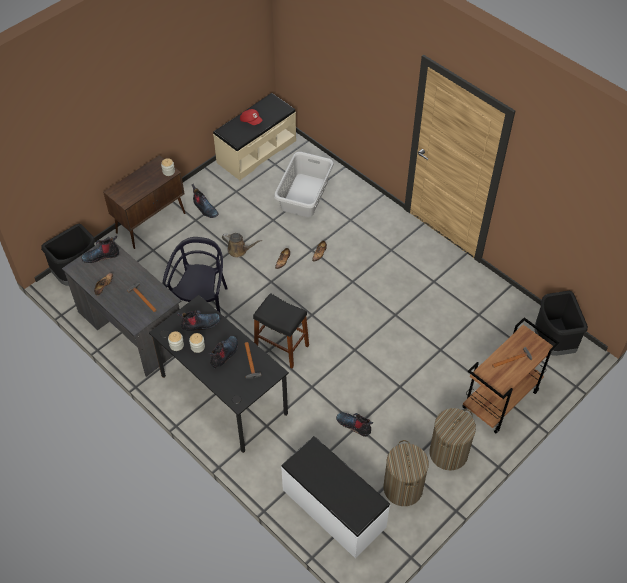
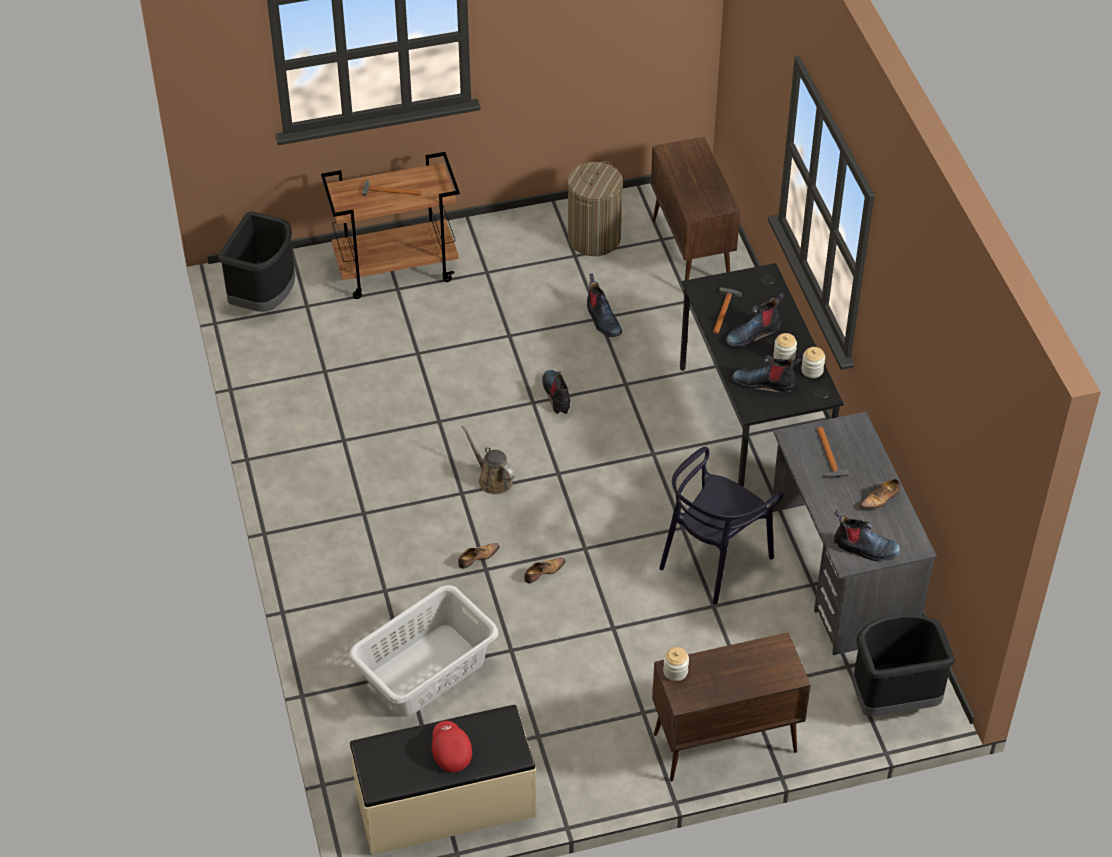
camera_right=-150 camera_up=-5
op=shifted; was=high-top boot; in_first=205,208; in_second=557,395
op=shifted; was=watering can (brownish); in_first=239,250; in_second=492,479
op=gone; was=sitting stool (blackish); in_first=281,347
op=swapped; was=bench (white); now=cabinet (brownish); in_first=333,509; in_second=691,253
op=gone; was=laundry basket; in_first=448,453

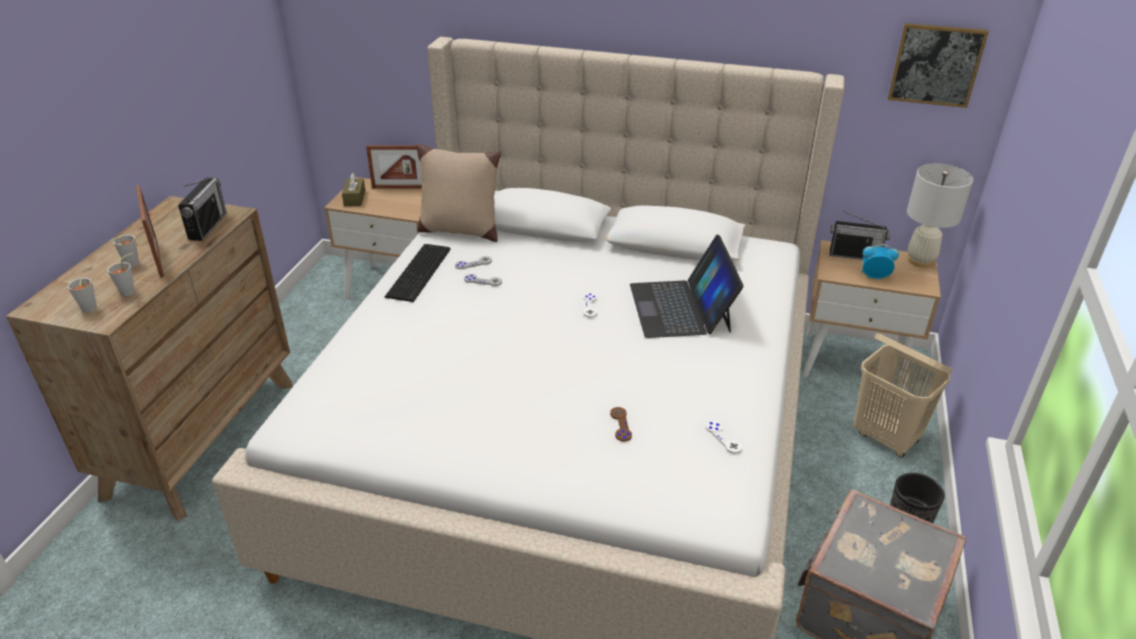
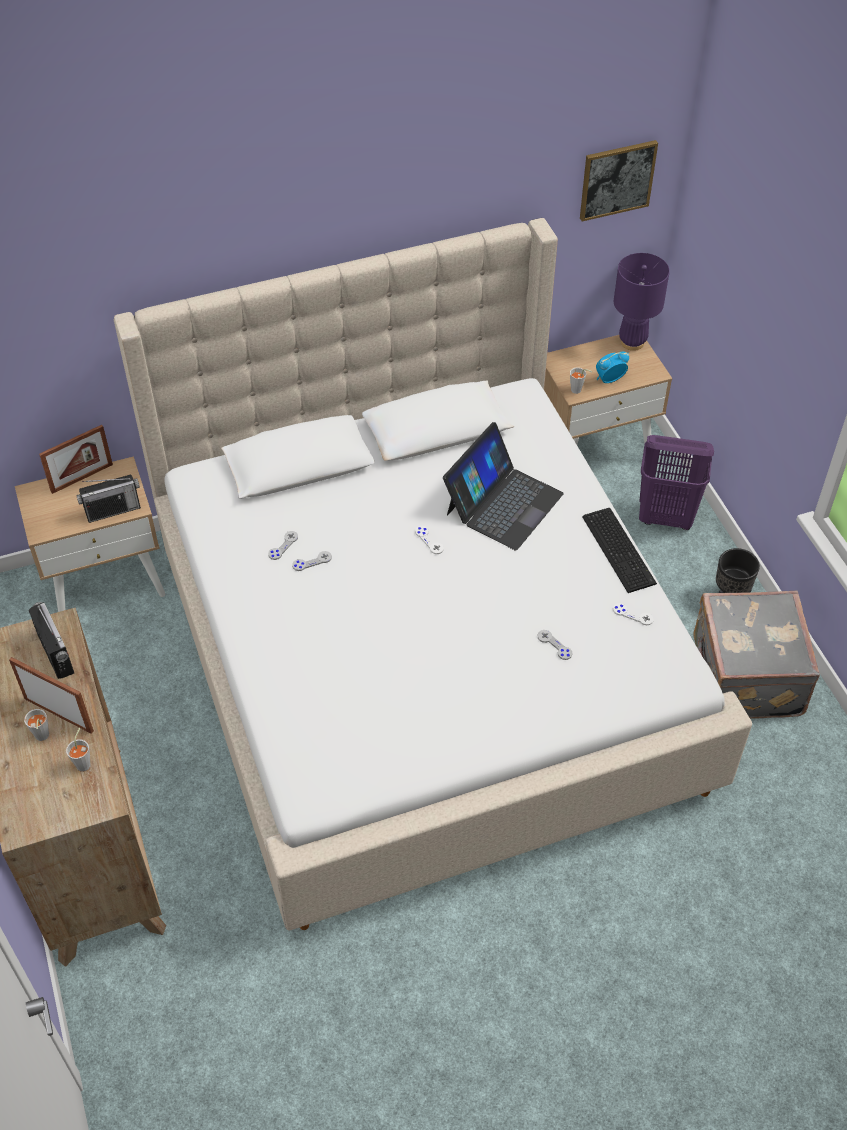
camera_right=-35 camera_up=15
op=shifted; was=cup (greyish); in_first=89,310; in_second=578,391
op=gone; was=tissue holder (brownish); in_first=354,198
op=shifted; was=computer keyboard; in_first=421,272; in_second=619,548
op=gone; was=pillow (sand-coloured); in_first=459,230
op=repainted; was=joypad (brownish); now=joypad (greyish); in_first=620,425; in_second=554,645
op=rotated; was=laptop; in_first=681,308; in_second=503,503; clockwise=-105
op=shifted; was=radio; in_first=854,255; in_second=113,511
op=repainted; was=laundry basket (sand-coloured); now=laundry basket (purple); in_first=886,438; in_second=666,517
op=repainted; was=lamp for a table (white); now=lamp for a table (purple); in_first=920,261; in_second=632,342

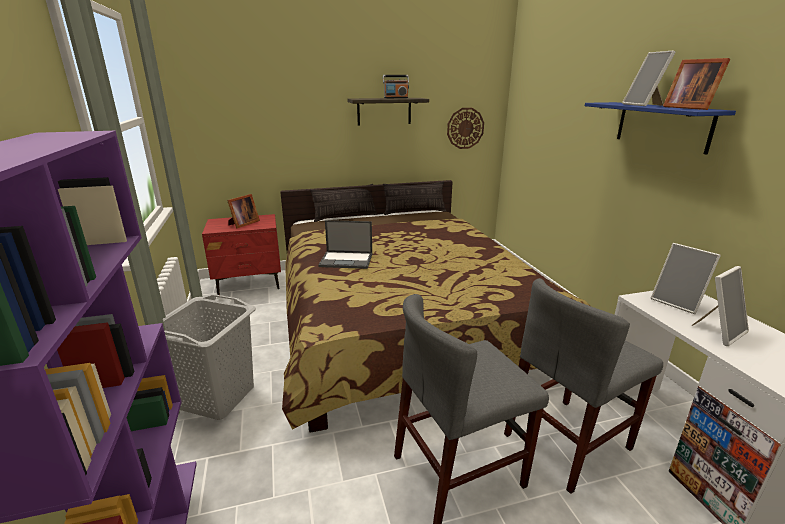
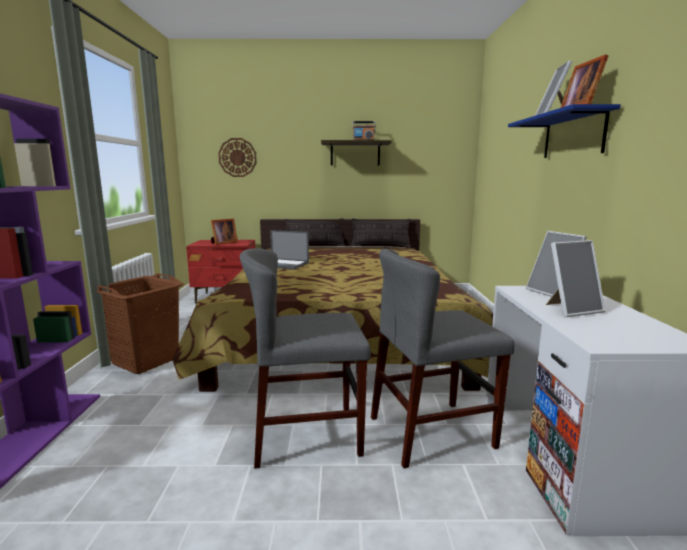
camera_right=15 camera_up=-10
op=repainted; was=laundry basket (greyish); now=laundry basket (brownish); in_first=216,397; in_second=145,361
op=shifted; was=clock on the wall; in_first=465,128; in_second=237,157

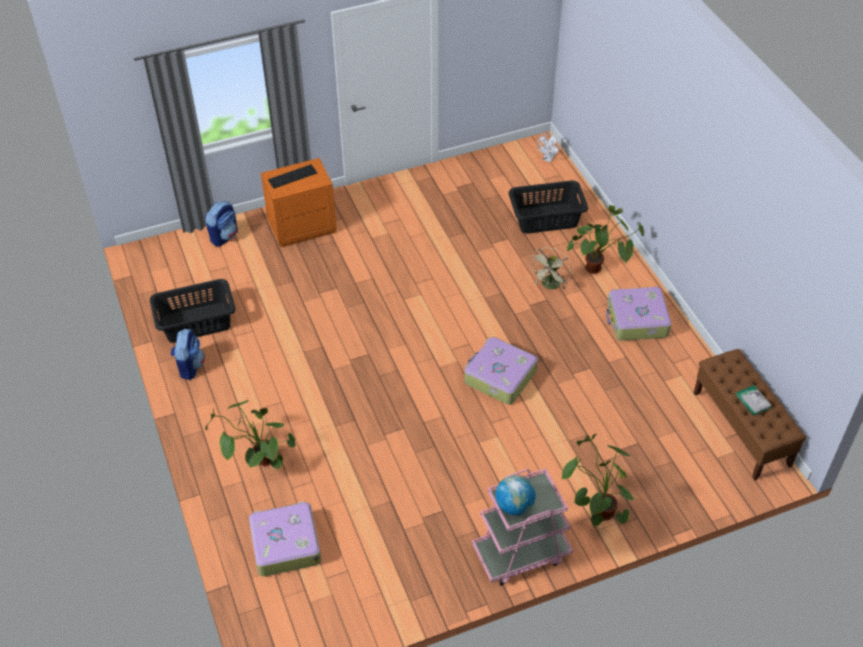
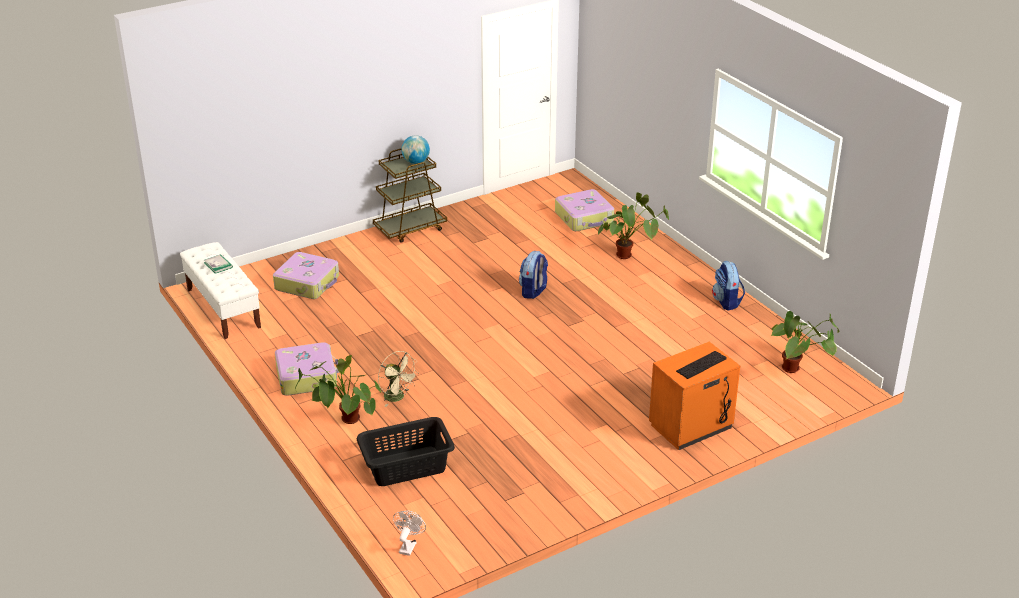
camera_right=170 camera_up=-15
op=gone; was=laundry basket (blackish); in_first=196,322
op=shifted; was=backpack; in_first=224,236; in_second=533,291
op=shifted; was=travel case; in_first=499,377; in_second=308,283
op=repainted; was=trolley (pink); now=trolley (brownish); in_first=521,553; in_second=410,228
op=rotated; was=cooling fan (sand-coloured); in_first=550,286; in_second=398,397; clockwise=120
op=shifted; was=potted plant; in_first=596,507; in_second=798,371
op=repainted; was=bench (brownish); now=bench (white); in_first=741,429; in_second=223,308

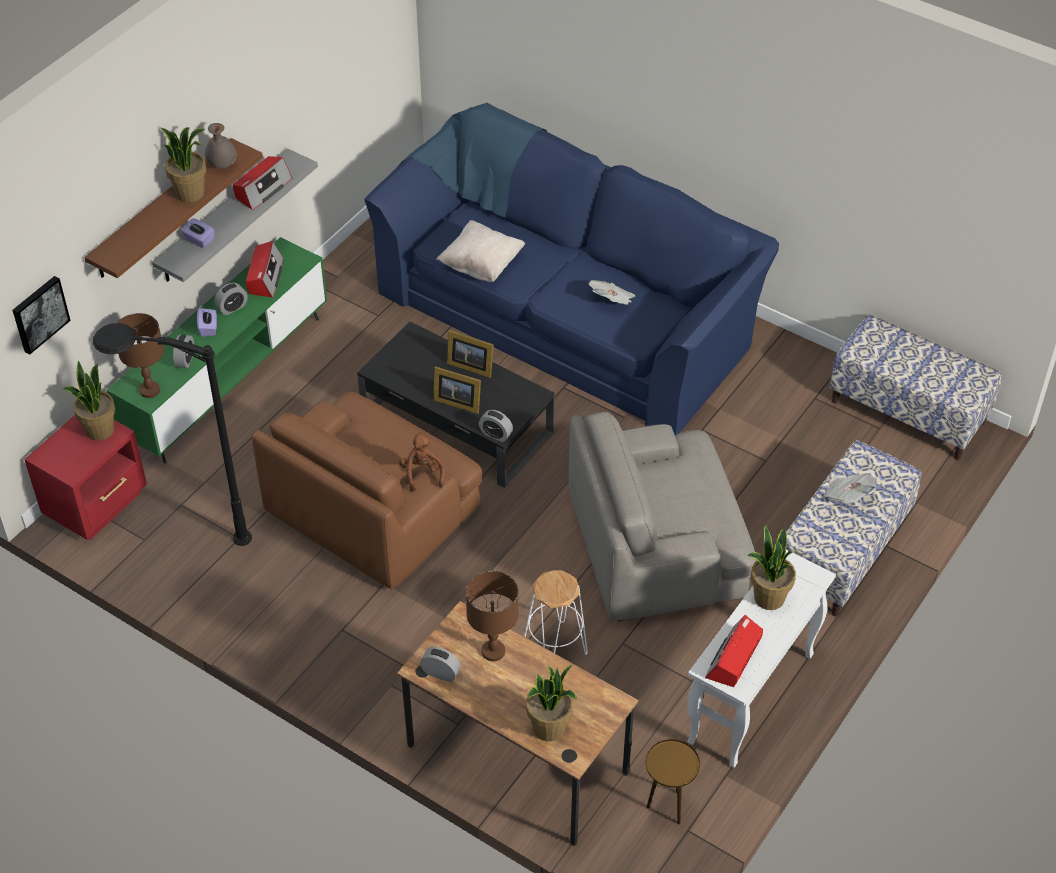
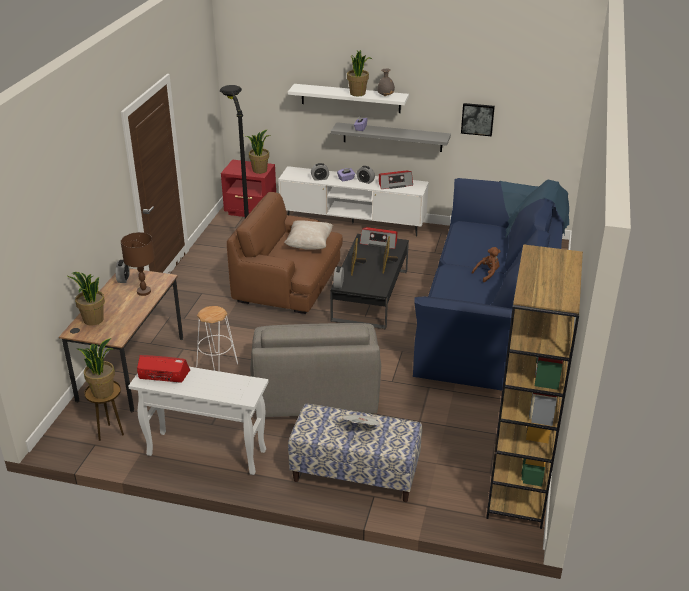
camera_right=70 camera_up=-15
op=shifted; was=picture; in_first=39,313; in_second=477,119
op=repainted; was=shelf (brownish); now=shelf (white); in_first=162,210; in_second=350,98
op=repainted; was=tv stand (greenish); now=tv stand (white); in_first=229,381; in_second=352,223
op=gone; was=lamp for a table (brownish); in_first=149,390
op=shifted; was=radio; in_first=262,189; in_second=379,242
op=shifted; was=cuddly toy (brownish); in_first=422,474; in_second=487,274
op=shifted; was=pillow (sand-coloured); in_first=481,265; in_second=309,244
op=rotated; was=armchair (greyish); in_first=657,546; in_second=315,388; clockwise=-150
op=gone; was=printed paper; in_first=612,301
op=shifted; was=potted plant; in_first=768,597; in_second=103,392
op=swapped; was=bench; now=bookcase (brownish); in_first=908,412; in_second=519,486

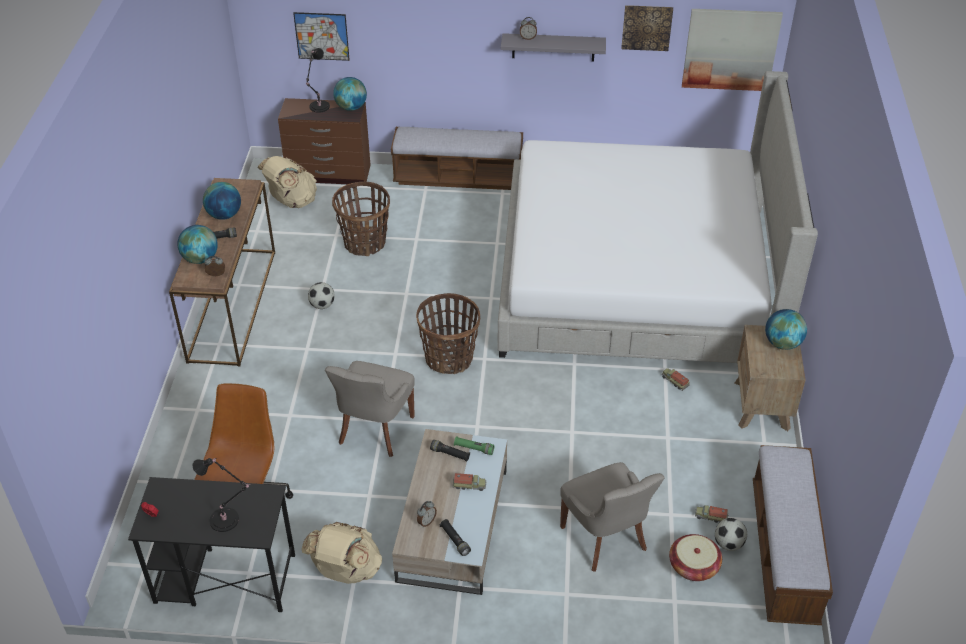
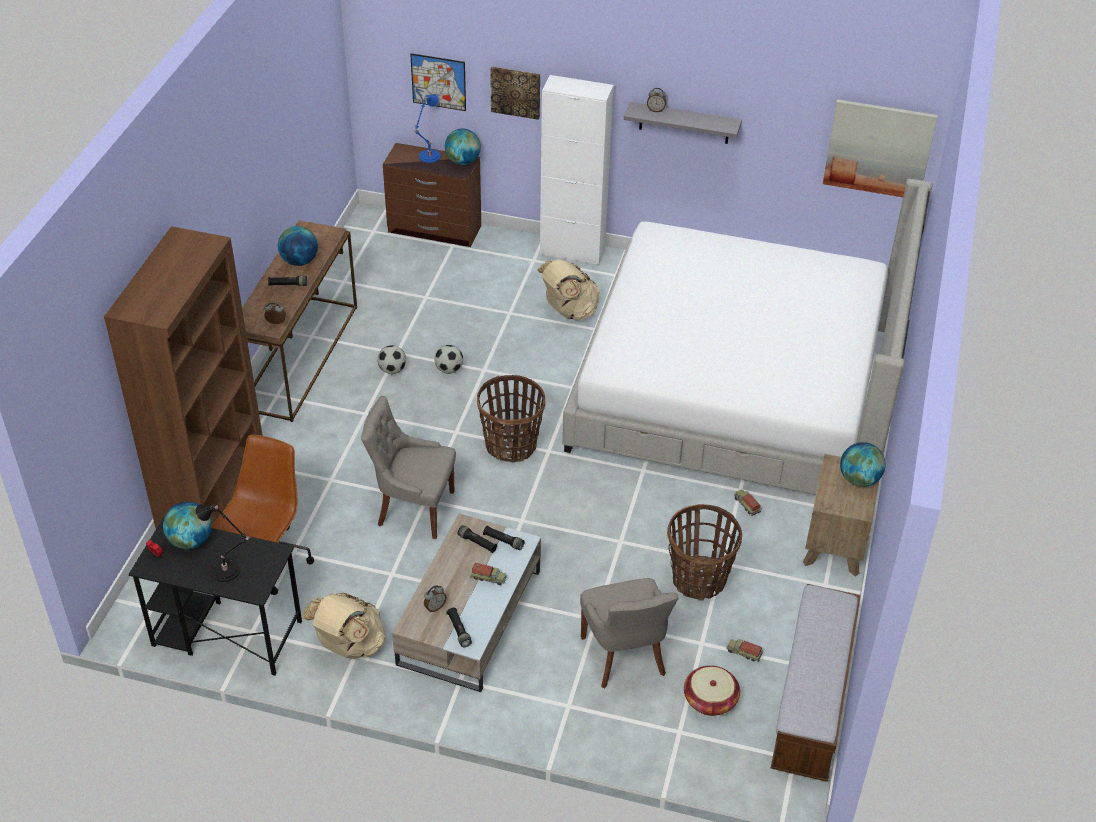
camera_right=10 camera_up=0
op=shifted; was=globe; in_first=200,259; in_second=191,541
op=shifted; was=backpack (sand-coloured); in_first=291,201; in_second=569,311
op=repainted; was=lamp for a table (blackish); now=lamp for a table (blue-coloured); in_first=318,107; in_second=428,157
op=rotated; was=chair (greyish); in_first=374,431; in_second=413,509; clockwise=75
op=shifted; was=household basket; in_first=365,243; in_second=699,579
op=swapped; was=bench; now=cabinet (white); in_first=458,178; in_second=572,252
op=repainted; was=hand torch (greenish); now=hand torch (blackish); in_first=474,449; in_second=503,541
op=shifted; was=picture; in_first=646,27; in_second=515,92
op=shifted; was=football; in_first=728,543; in_second=449,369
op=new; now=bookcase (brownish); in_second=213,494

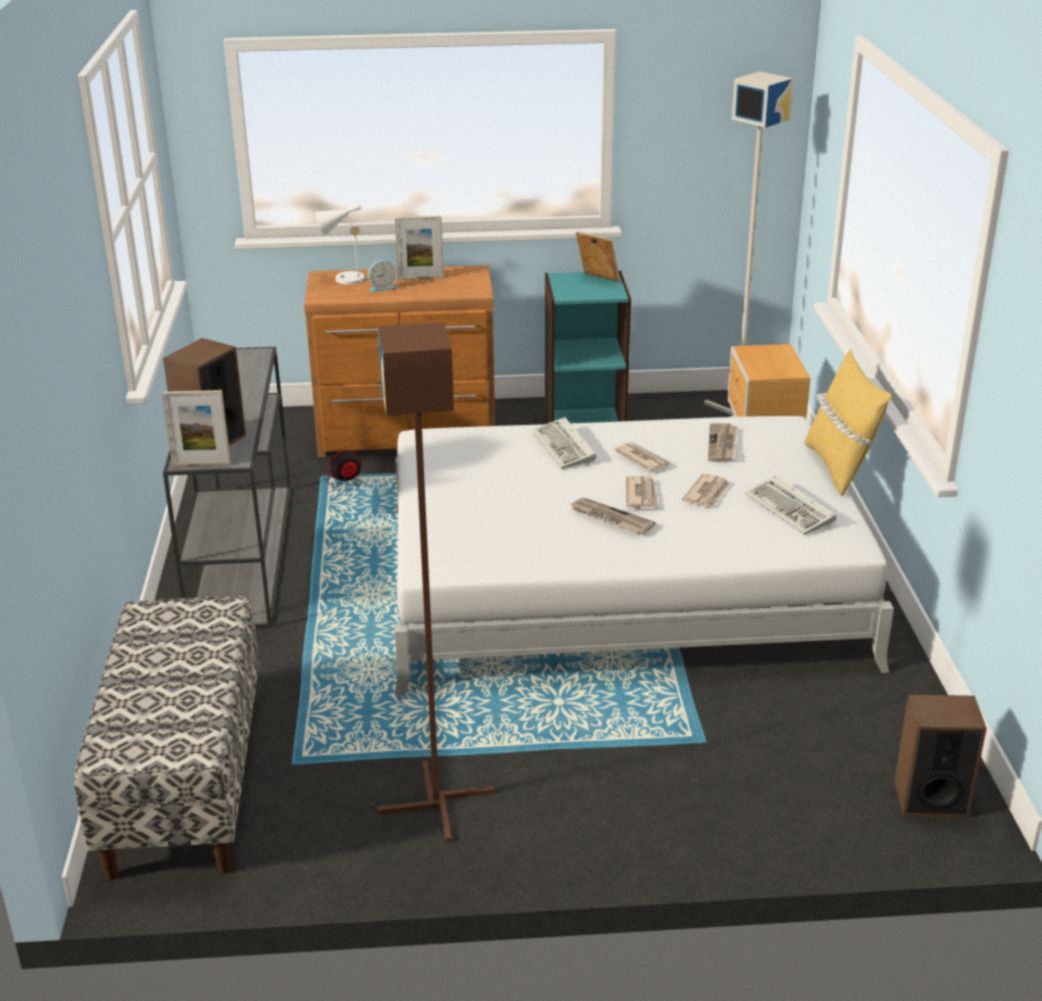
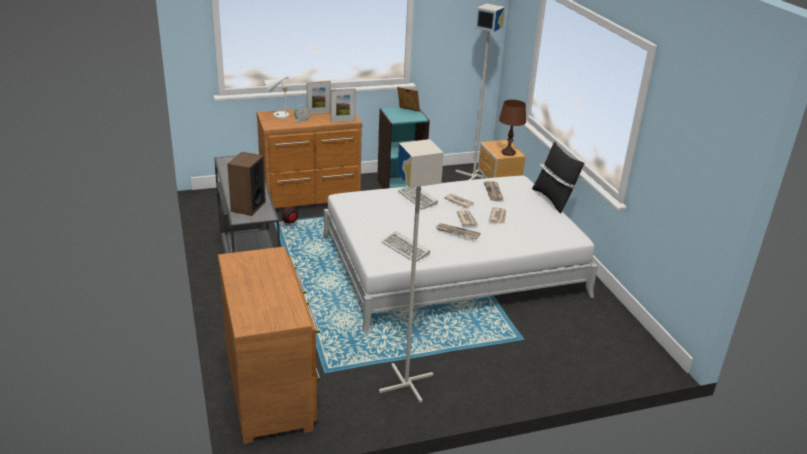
camera_right=-15 camera_up=0
op=swapped; was=bench; now=dresser (brownish); in_first=184,781; in_second=271,388
op=shifted; was=standing frame; in_first=201,464; in_second=343,121
op=repainted; was=floor lamp (brownish); now=floor lamp (greyish); in_first=437,803; in_second=407,383
op=shifted; was=computer keyboard; in_first=792,510; in_second=406,249
op=repainted; was=pillow (yellow-coloured); now=pillow (blackish); in_first=839,467; in_second=553,199
op=gone; was=loudspeaker; in_first=930,799
op=new; now=lamp for a table (brownish); in_second=508,153

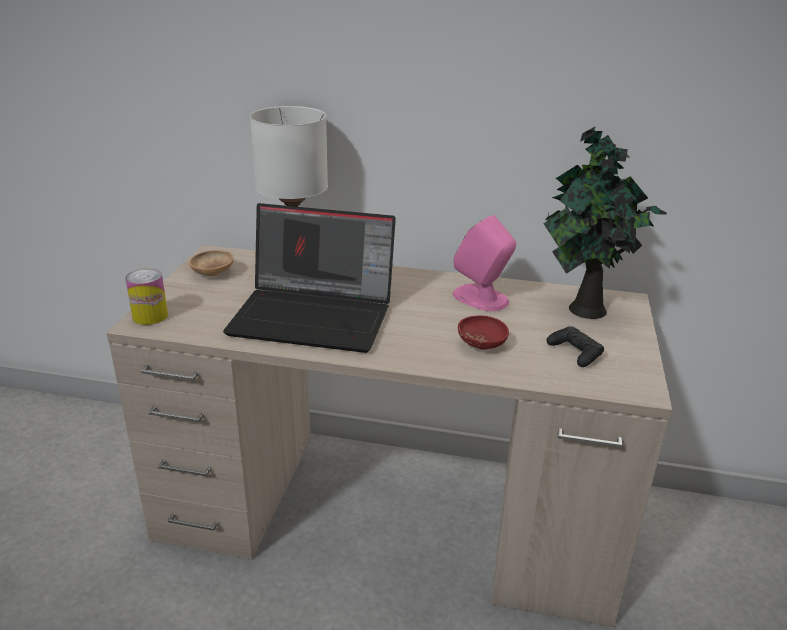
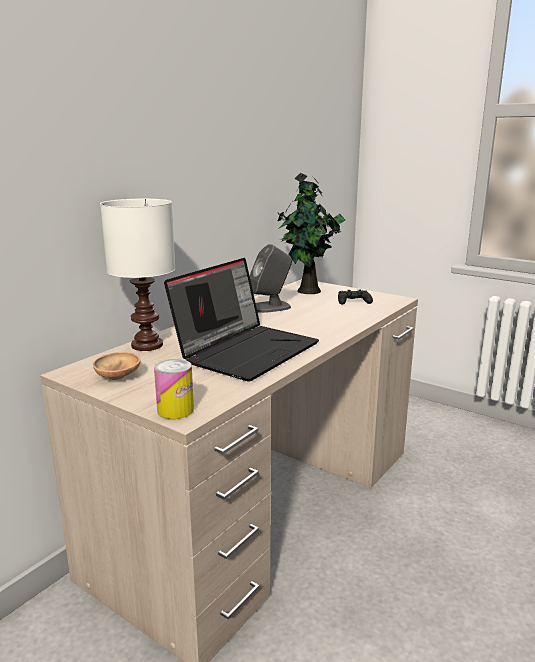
camera_right=-65 camera_up=-10
op=repainted; was=loudspeaker (pink); now=loudspeaker (greyish); in_first=481,298; in_second=270,307
op=gone; was=deep dish (red-coloured); in_first=481,344

